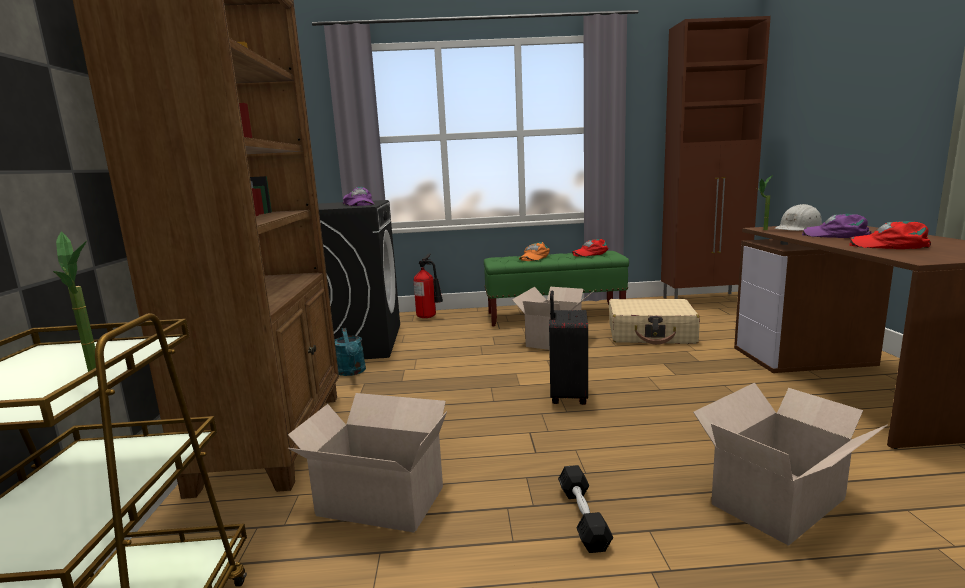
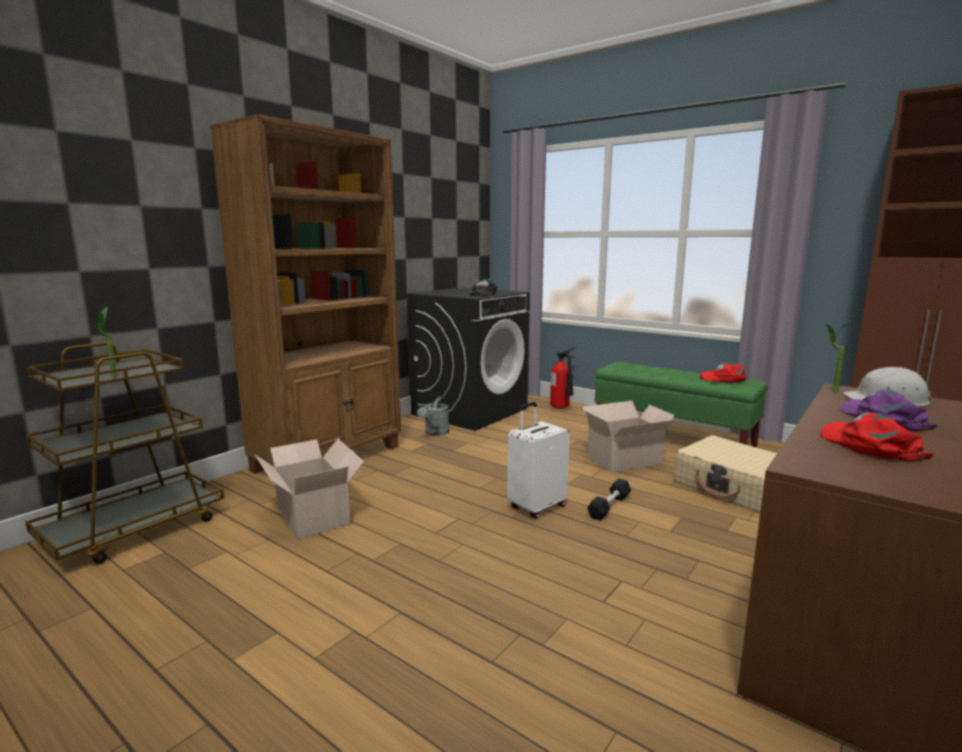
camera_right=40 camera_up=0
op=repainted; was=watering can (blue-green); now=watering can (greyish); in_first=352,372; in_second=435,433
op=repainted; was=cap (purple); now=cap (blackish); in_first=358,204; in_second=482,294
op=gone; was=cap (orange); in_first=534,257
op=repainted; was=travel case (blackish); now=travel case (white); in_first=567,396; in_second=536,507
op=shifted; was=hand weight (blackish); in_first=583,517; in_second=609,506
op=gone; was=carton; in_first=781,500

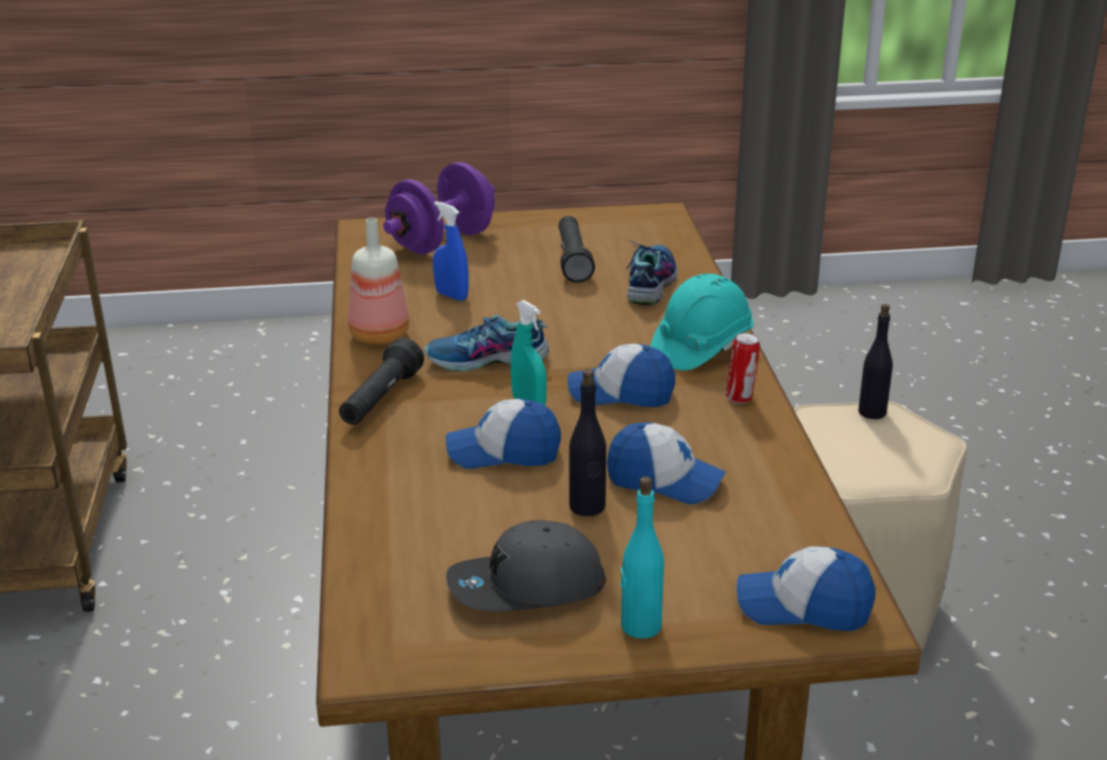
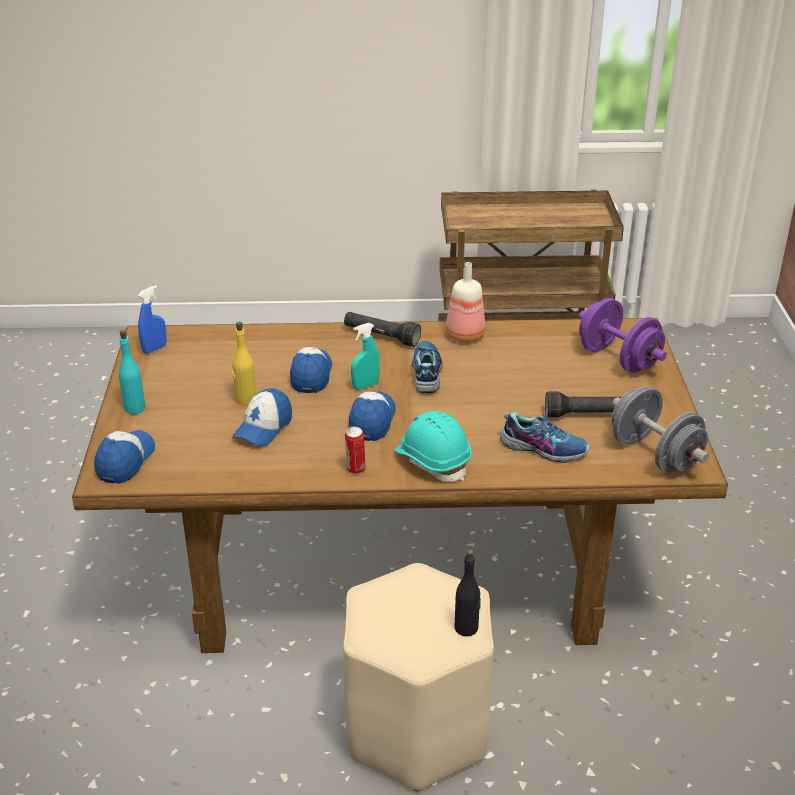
camera_right=95 camera_up=5
op=shifted; was=spray bottle (blue-coloured); in_first=451,296; in_second=154,349
op=gone; was=cap (greyish); in_first=526,588
op=repainted; was=bottle (blackish); now=bottle (yellow-coloured); in_first=587,507; in_second=245,399
op=new; now=hand weight (greyish); in_second=654,455

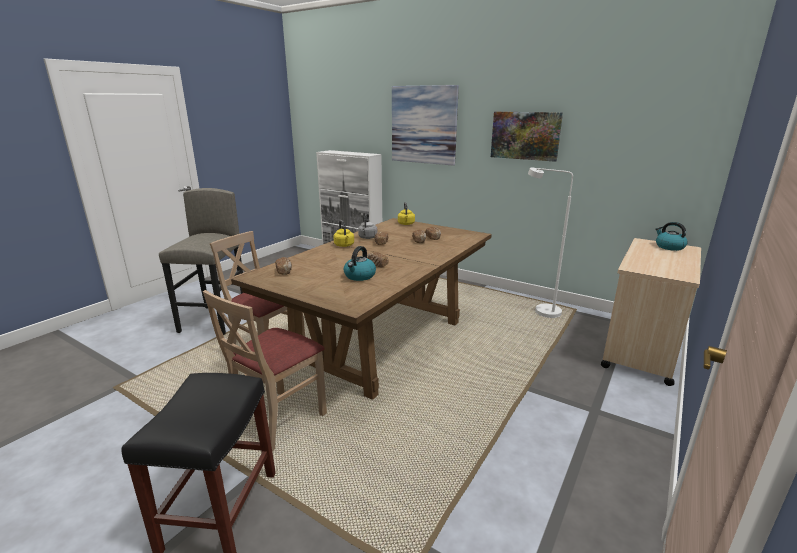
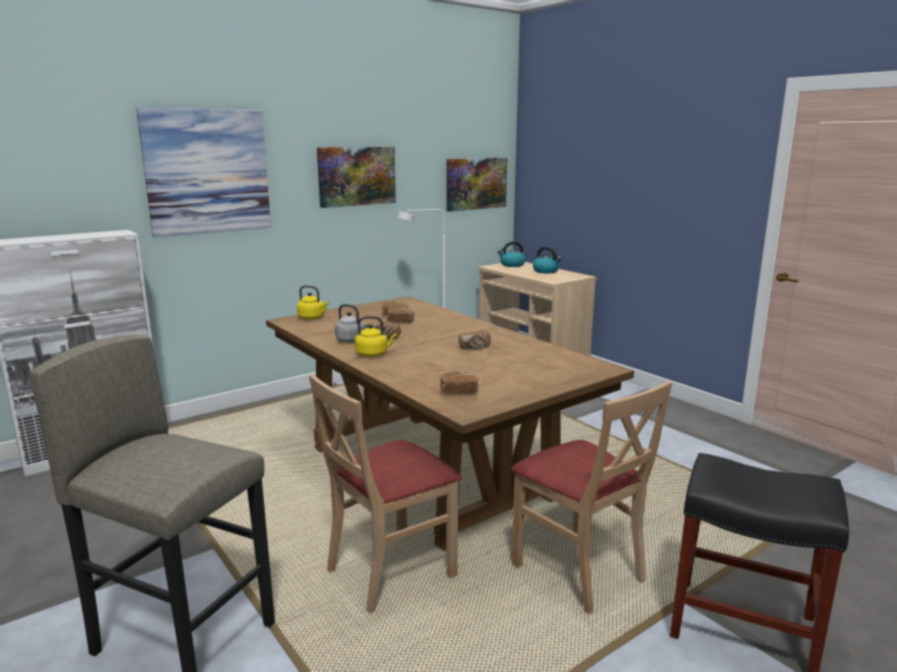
camera_right=-70 camera_up=-5
op=shifted; was=water kettle; in_first=359,276; in_second=546,271
op=new; now=picture; in_second=476,183

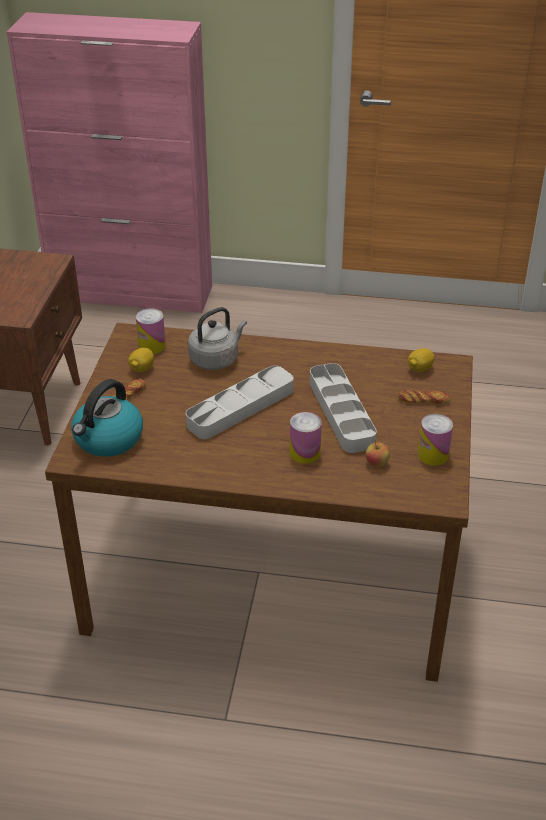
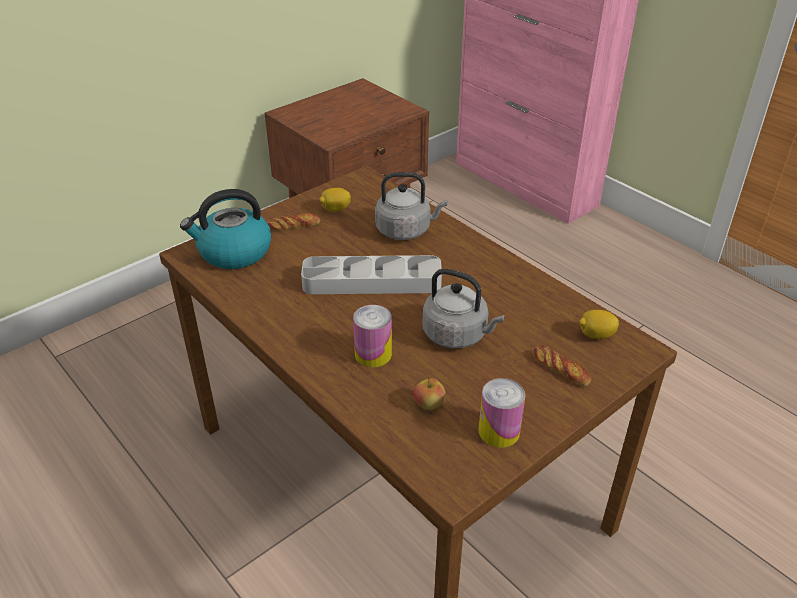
camera_right=40 camera_up=0
op=gone; was=can; in_first=152,346
op=swapped; was=tray (greyish); now=water kettle (greyish); in_first=341,412; in_second=458,335

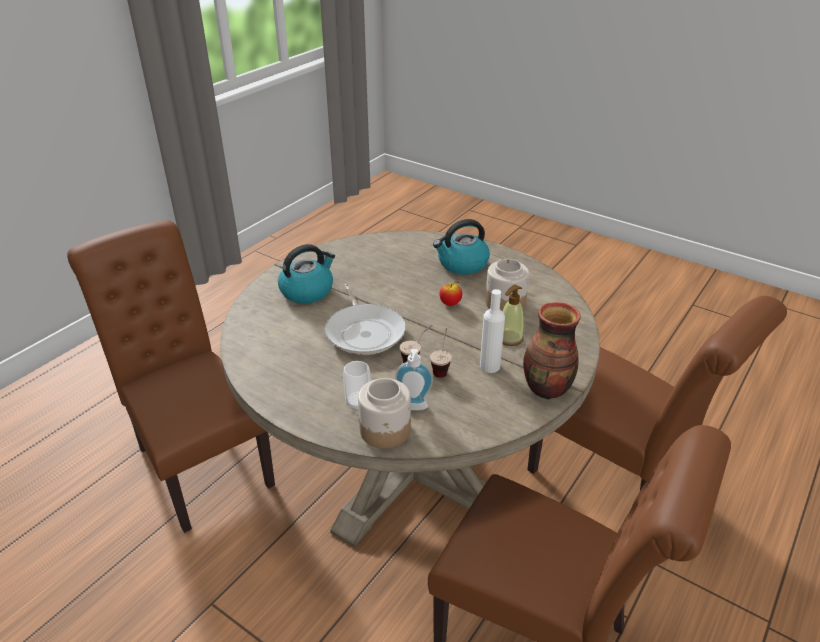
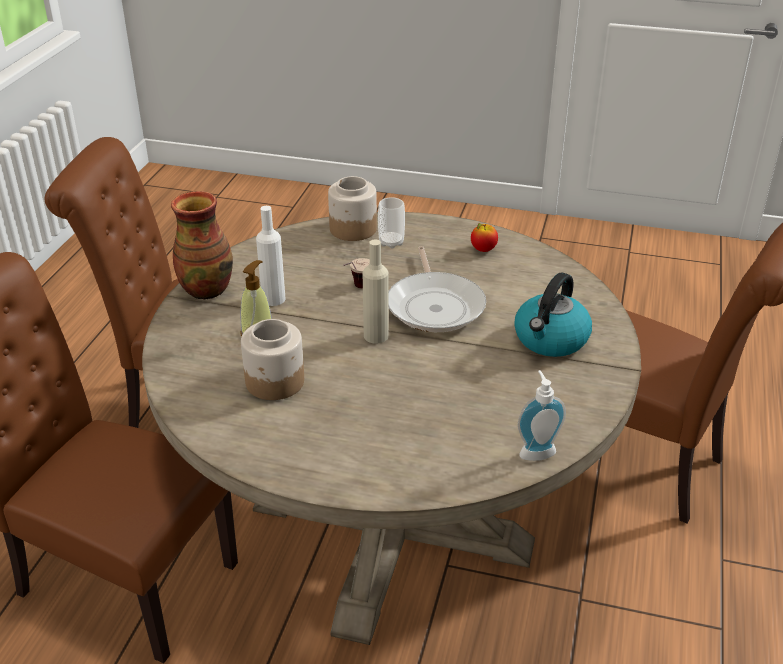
camera_right=160 camera_up=0
op=rotated; was=pan; in_first=364,331; in_second=435,305; clockwise=-150
op=shifted; was=soap bottle; in_first=413,408; in_second=536,451
op=gone; was=cup; in_first=441,367
op=gone; was=water kettle; in_first=462,264
op=shifted; was=apple; in_first=450,304; in_second=483,250
op=new; now=bottle (sand-coloured); in_second=376,336

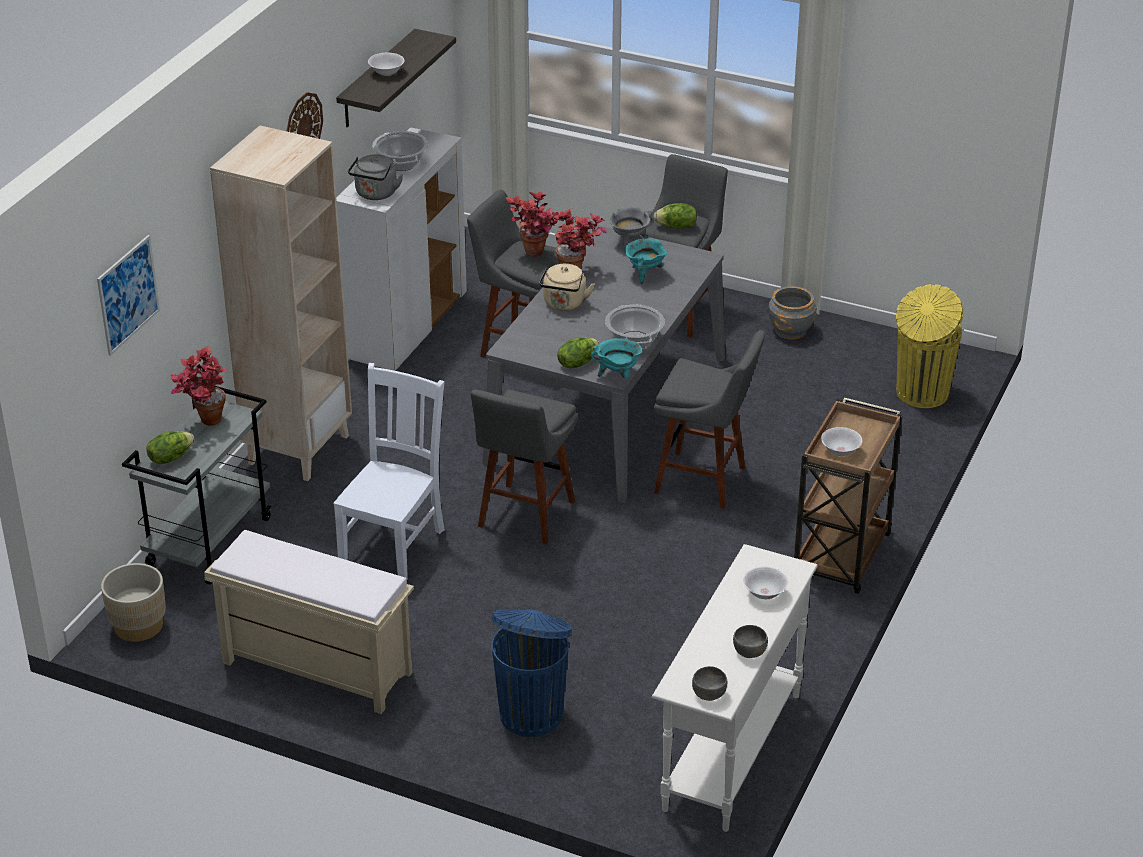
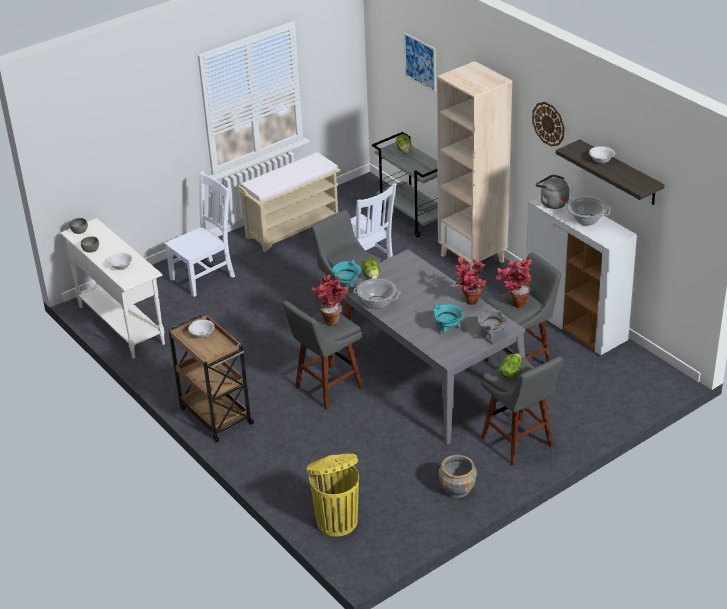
camera_right=120 camera_up=0
op=gone; was=planter (sand-coloured); in_first=138,626
op=shifted; was=potted plant; in_first=203,422; in_second=332,319
op=swapped; was=trash can (blue-coloured); now=chair (white); in_first=532,713; in_second=204,277
op=gone; was=water kettle (sand-coloured); in_first=564,304

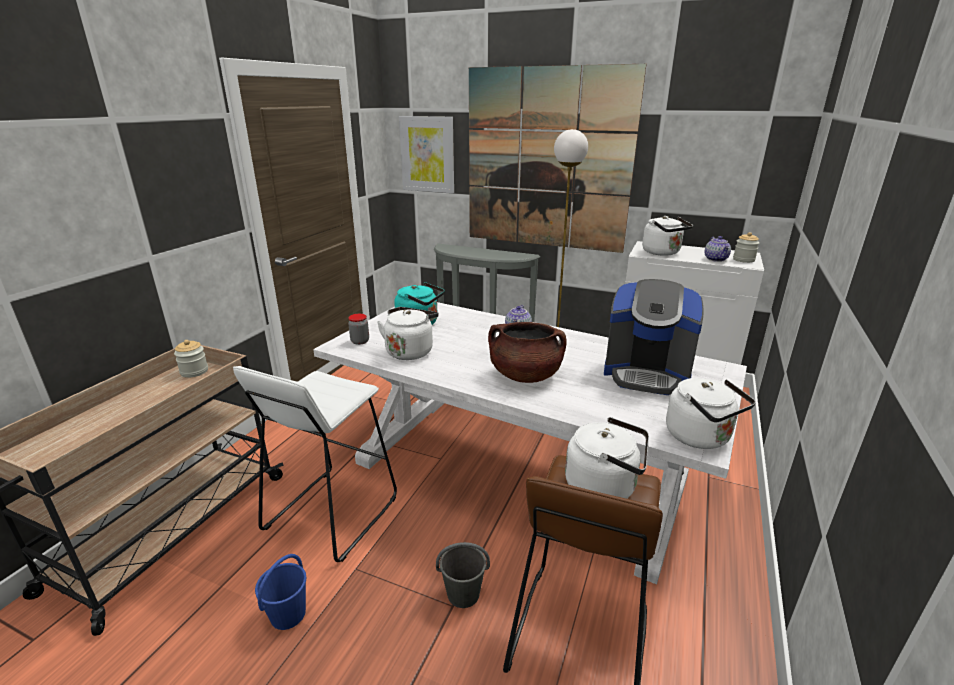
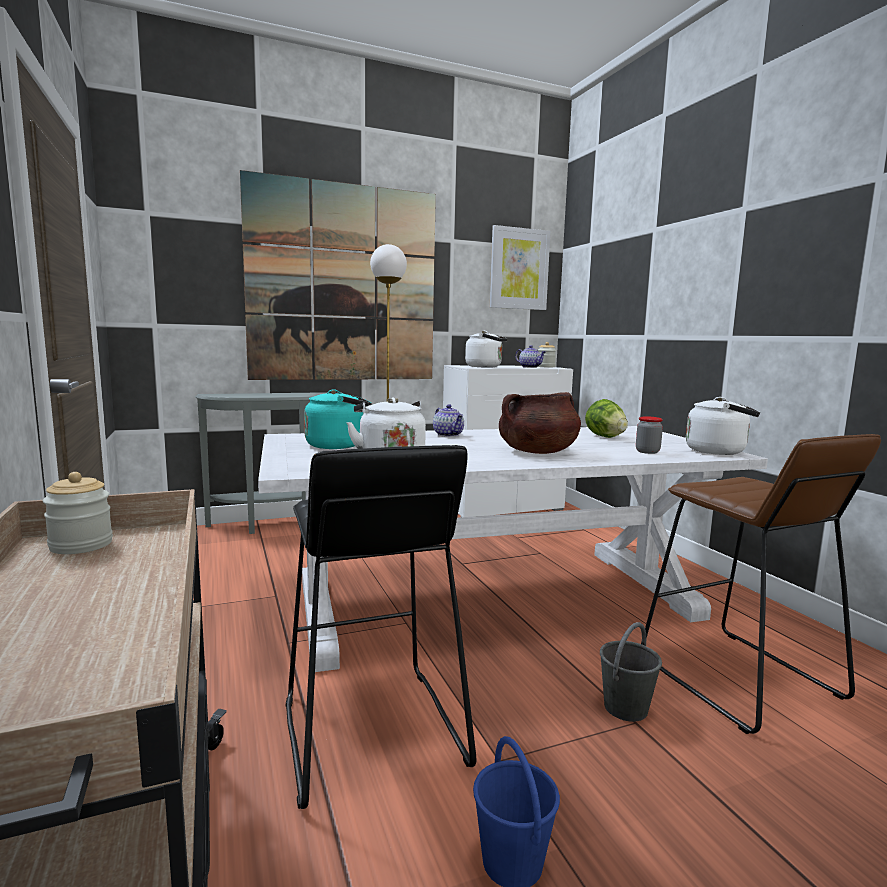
camera_right=-45 camera_up=-15
op=repainted; was=sitting stool (white); now=sitting stool (blackish); in_first=331,513; in_second=370,733
op=shifted; was=preserve jar; in_first=360,341; in_second=647,452
op=shifted; was=picture; in_first=427,154; in_second=519,269
op=gone; was=water kettle (white); in_first=604,487
op=swapped; was=coffee maker; now=lettuce head; in_first=646,374; in_second=605,437

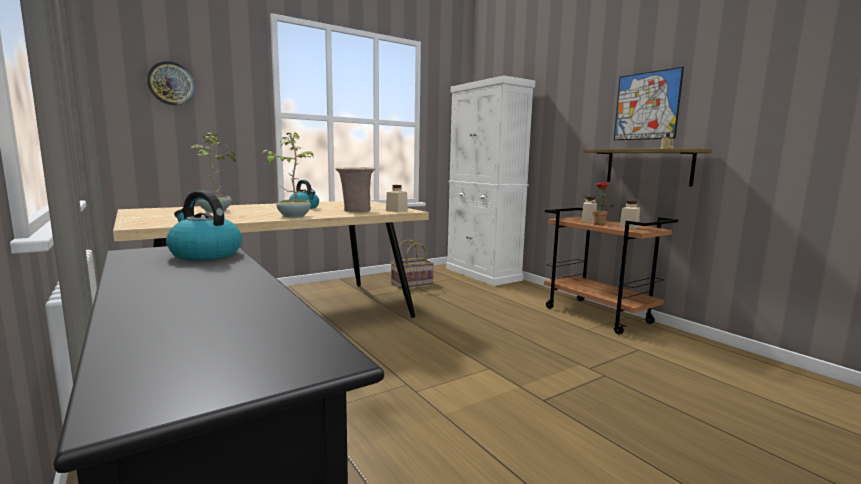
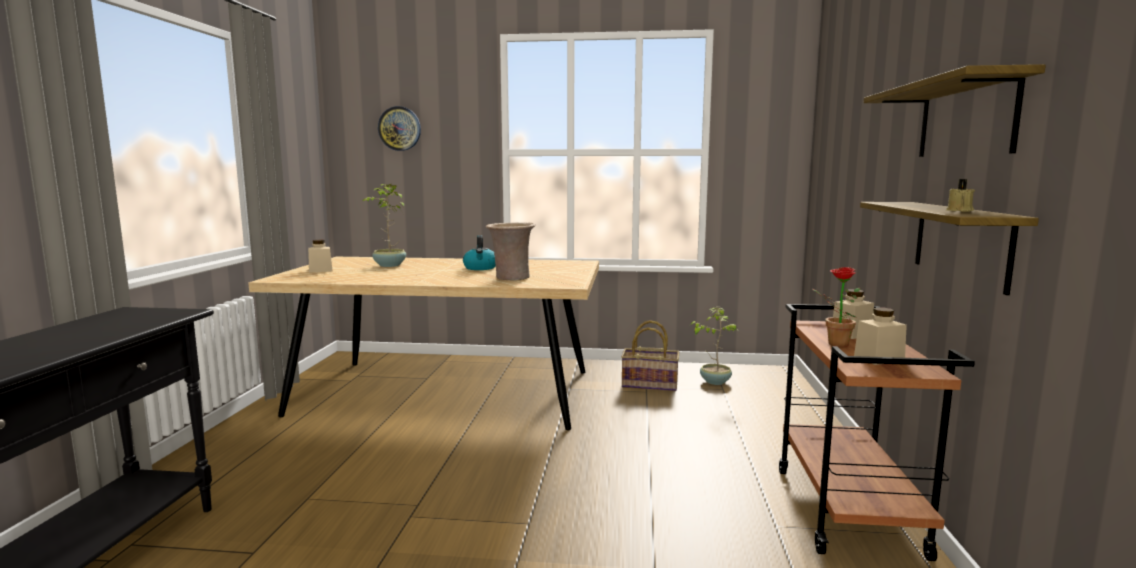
camera_right=40 camera_up=0
op=gone; was=water kettle; in_first=205,254
op=shifted; was=potted plant; in_first=293,216; in_second=714,381
op=shifted; was=preserve jar (sand-coloured); in_first=396,210; in_second=320,270
op=gone; was=cabinet (white); in_first=483,274
op=swapped; was=picture; now=shelf; in_first=646,106; in_second=965,119

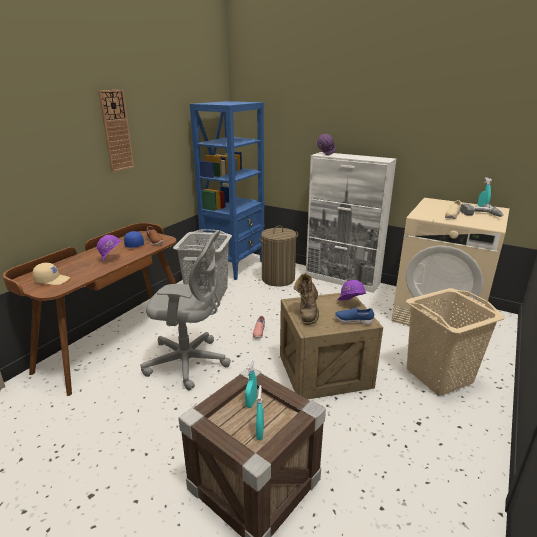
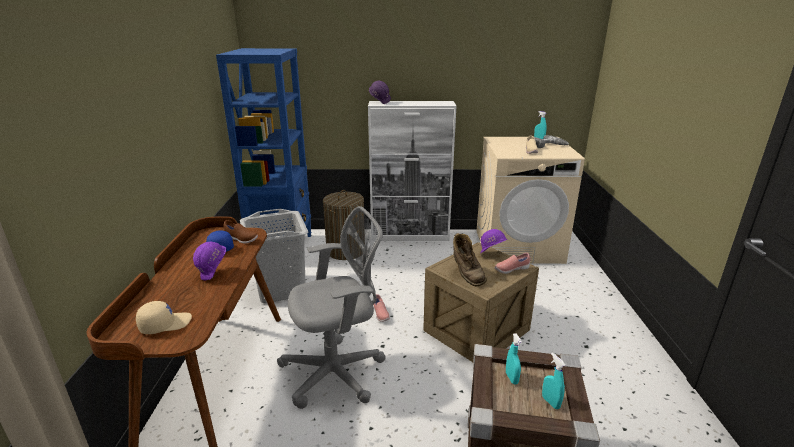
camera_right=-30 camera_up=0
op=gone; was=clock on the wall; in_first=116,131
op=repainted; was=item of footwear (blue-coloured); now=item of footwear (pink); in_first=353,321; in_second=511,270
op=gone; was=laundry basket (sand-coloured); in_first=439,376

